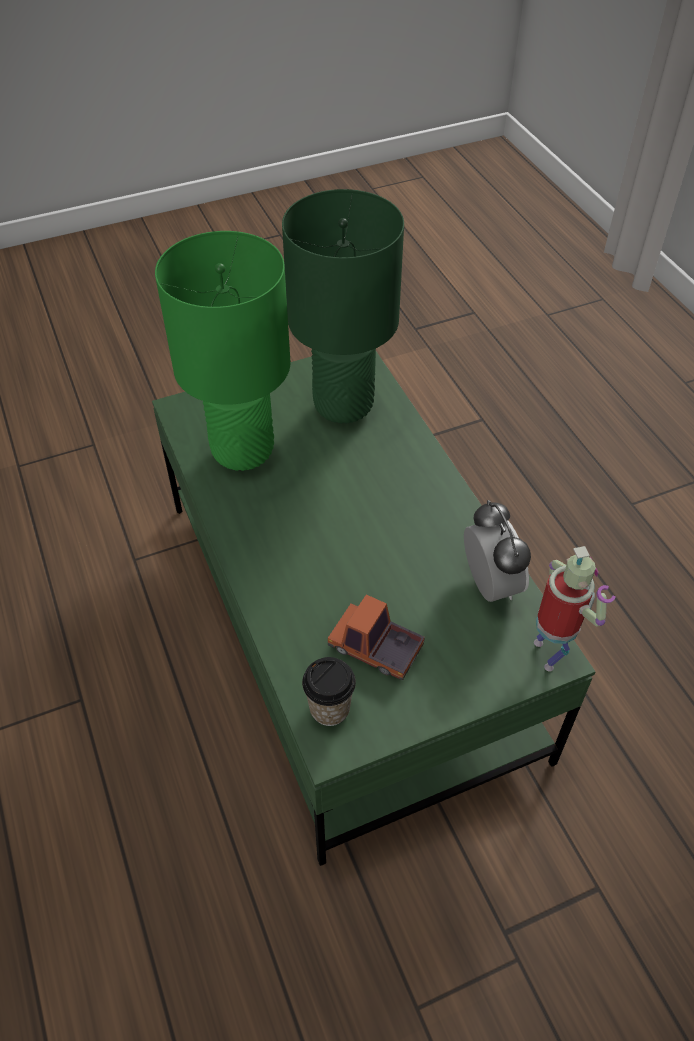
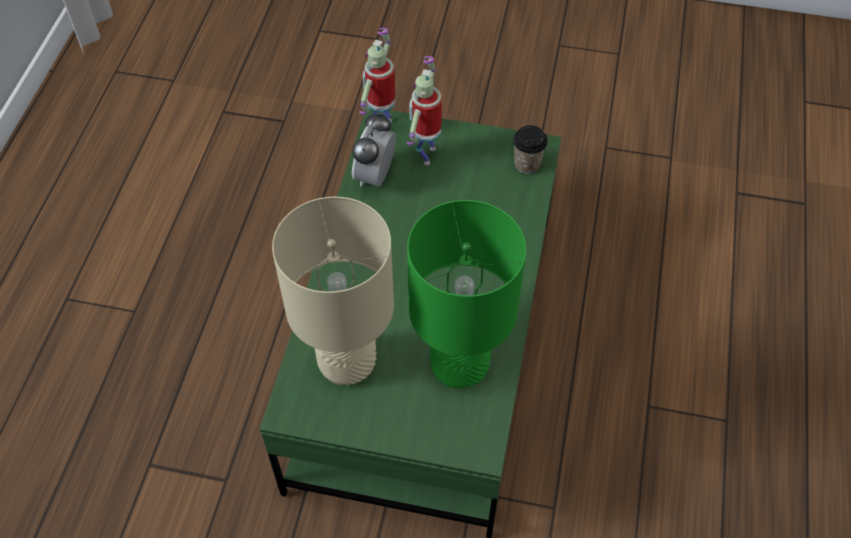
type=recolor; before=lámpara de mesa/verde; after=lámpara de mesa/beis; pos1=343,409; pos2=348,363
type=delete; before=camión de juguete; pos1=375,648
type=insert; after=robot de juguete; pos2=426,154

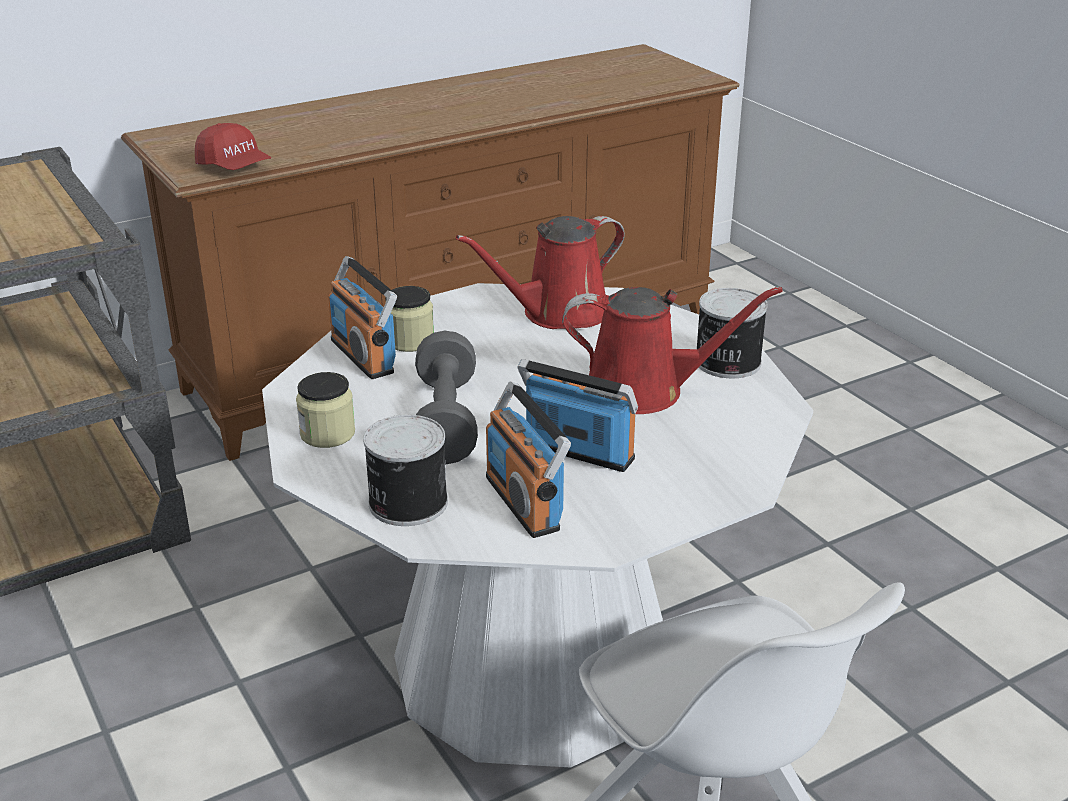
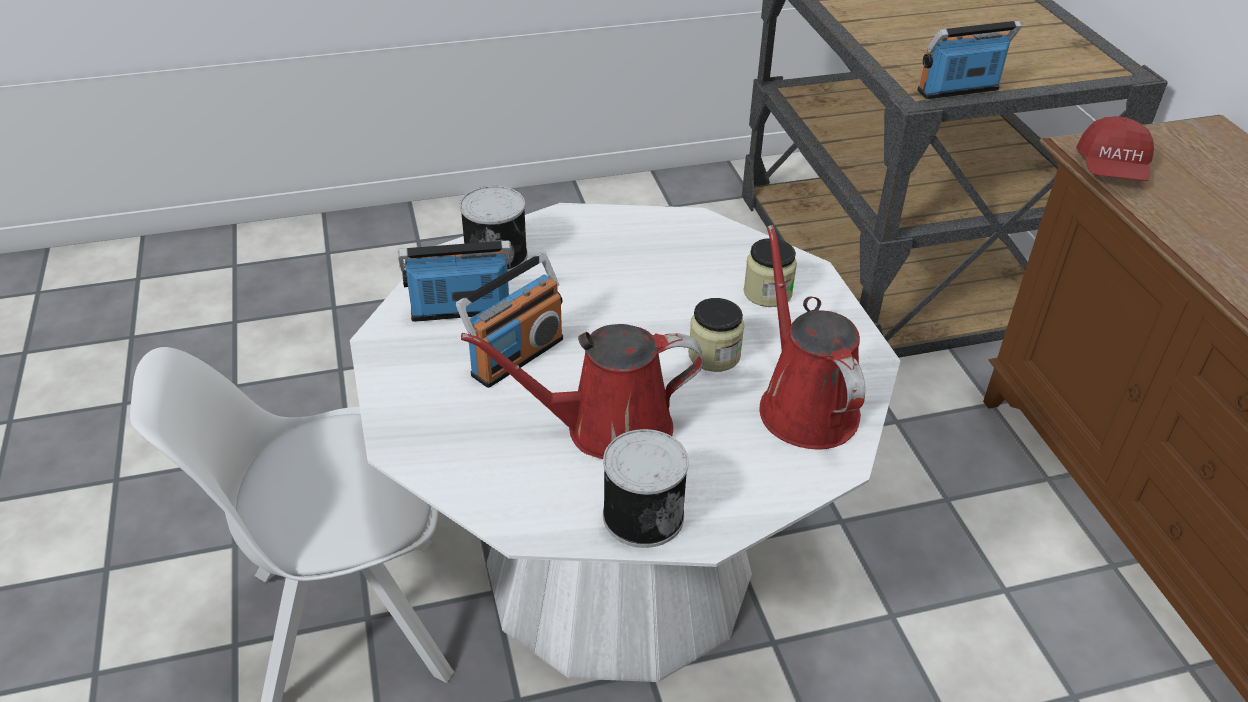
type=rotate; before=gorra/rojo; pos1=234,167; pos2=1111,170; turn=-45
type=move; before=radio; pos1=363,356; pos2=958,91
type=rotate; before=regadera/rojo; pos1=644,390; pos2=607,428; turn=60
type=delete; before=mancuerna/gris; pos1=446,421
type=move; before=tarro; pos1=327,434; pos2=714,355

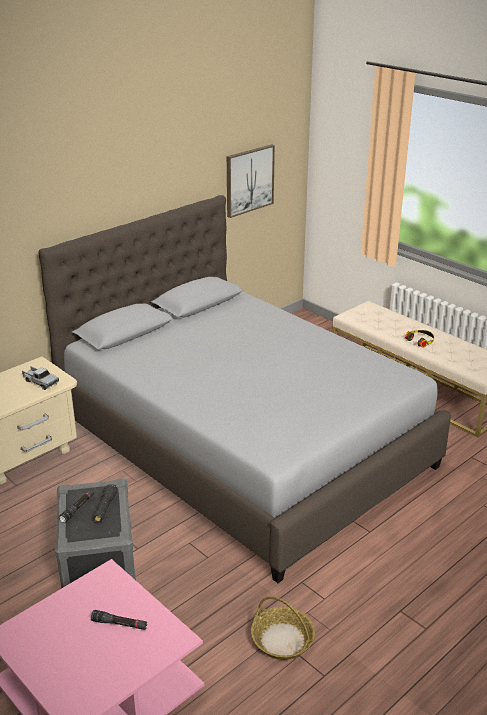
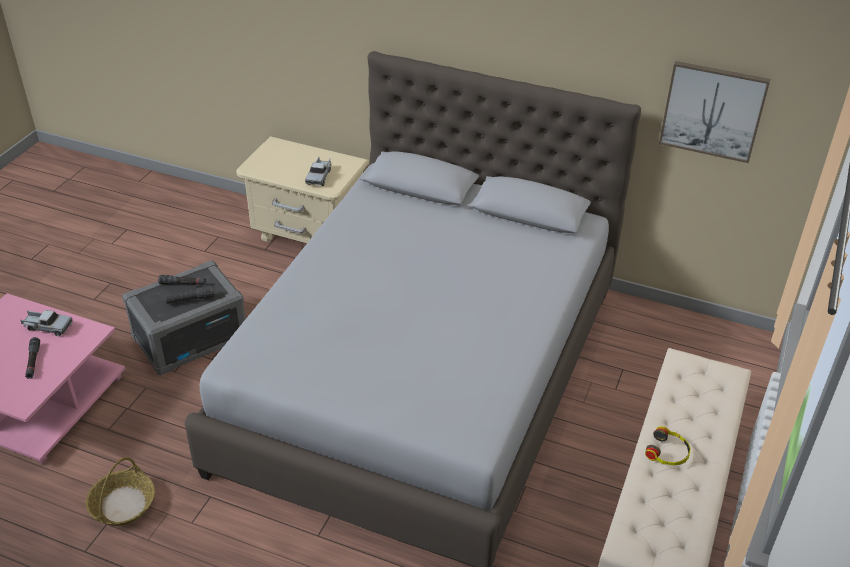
type=insert; after=camión de juguete; pos2=48,327

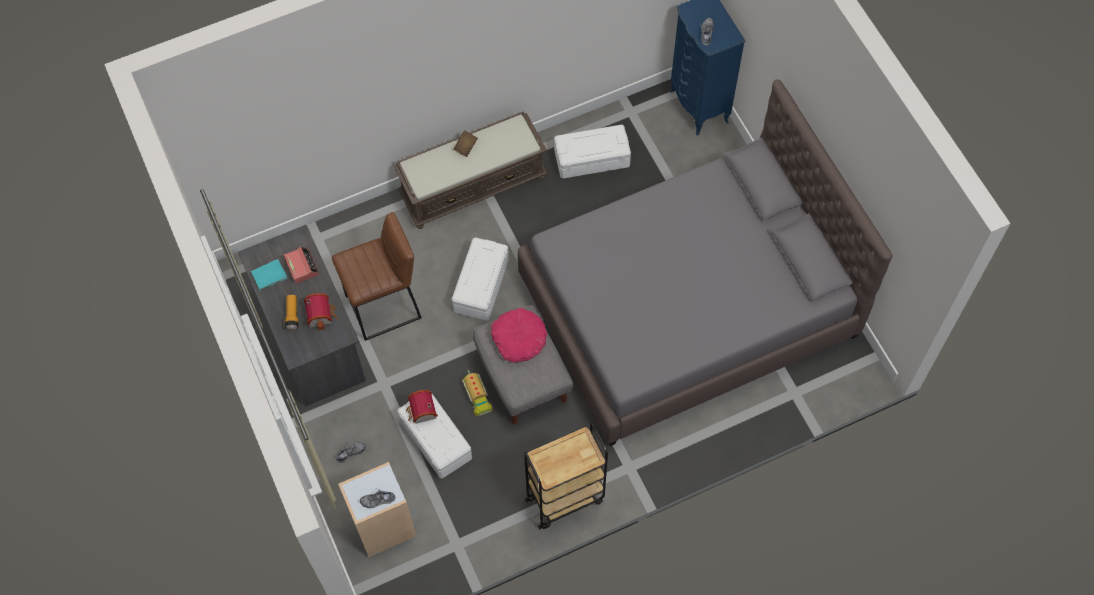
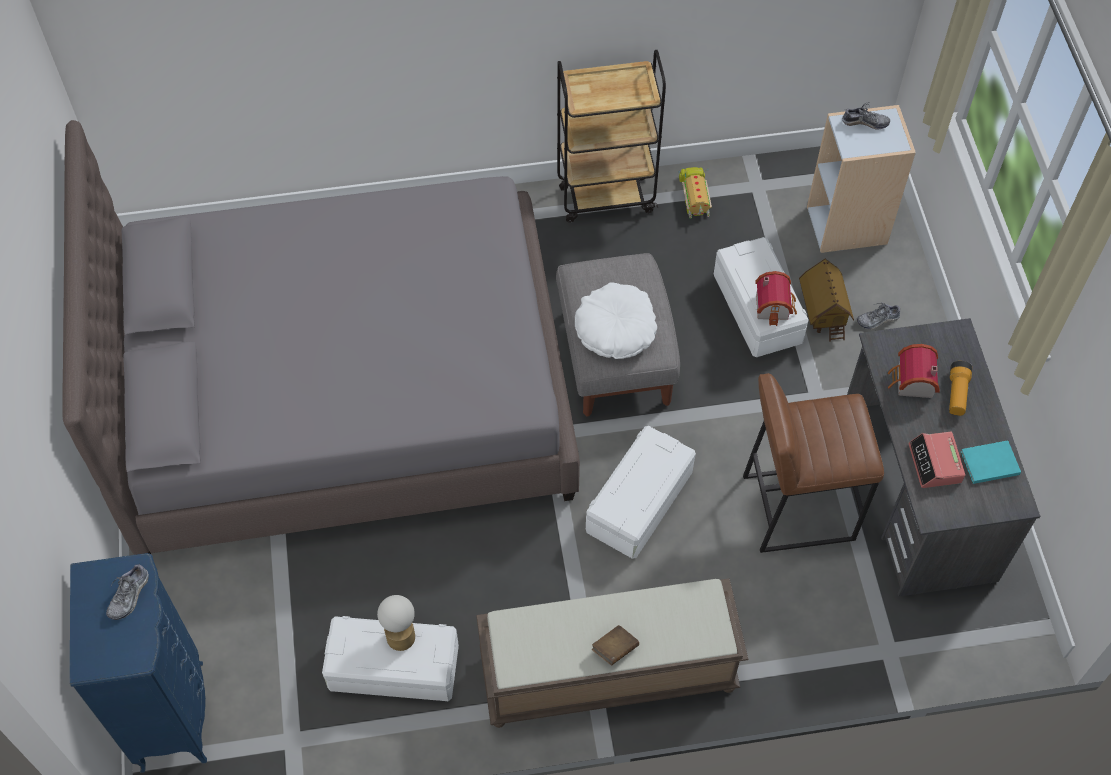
type=recolor; before=cojín/rosa; after=cojín/blanco; pos1=520,339; pos2=614,329
type=move; before=camión de juguete; pos1=476,396; pos2=695,196
type=insert; after=casita; pos2=823,313
type=insert; after=lámpara de mesa; pos2=400,633

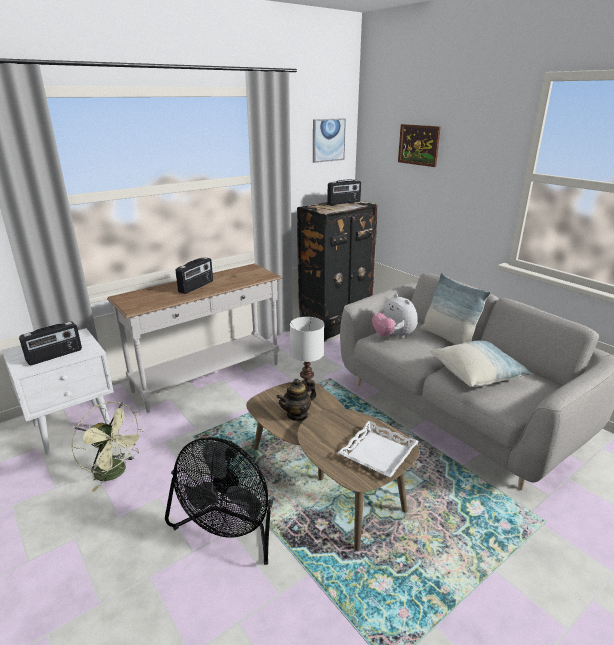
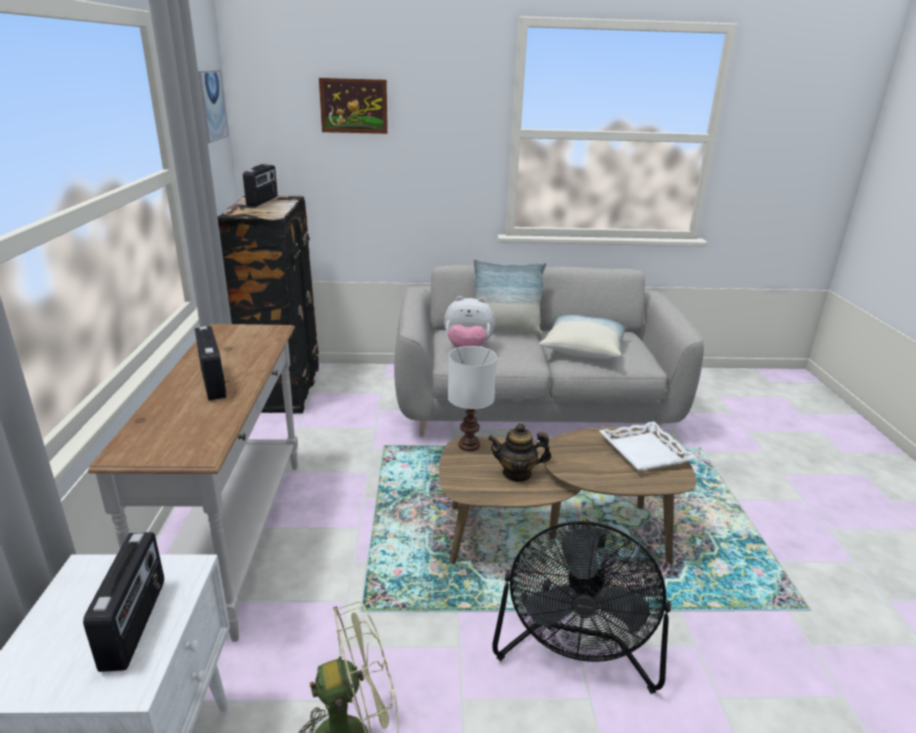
type=rotate; before=tetera; pos1=297,414; pos2=517,473; turn=90
type=rotate; before=ventilador/negro; pos1=227,527; pos2=570,648; turn=45

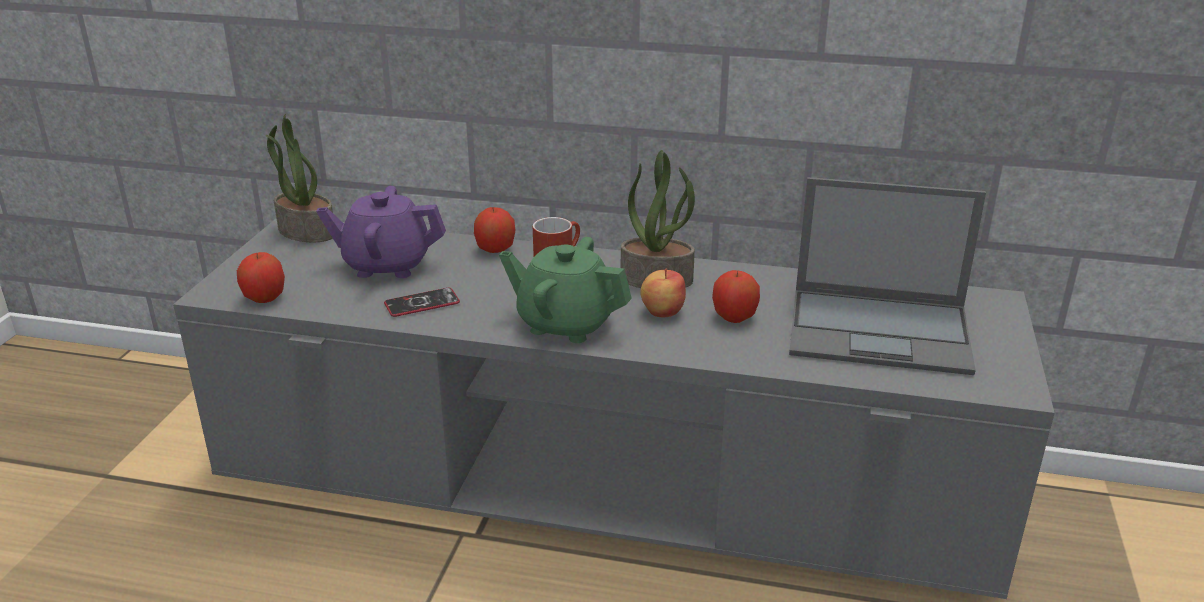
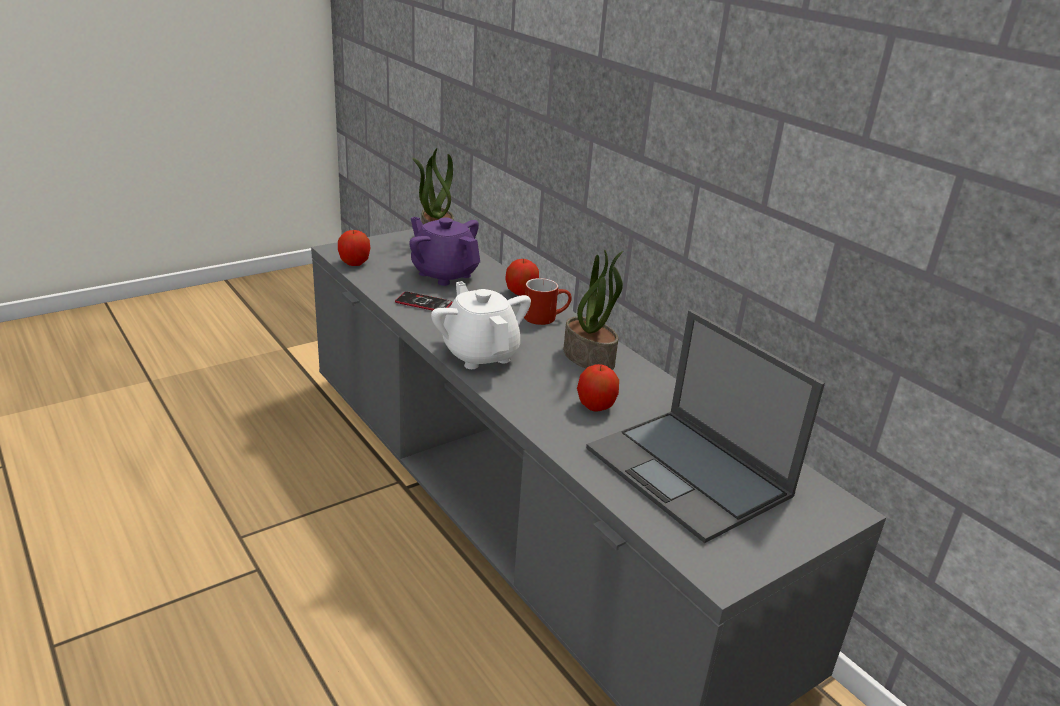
type=recolor; before=tetera/verde; after=tetera/blanco; pos1=565,324; pos2=480,354
type=delete; before=manzana; pos1=662,311

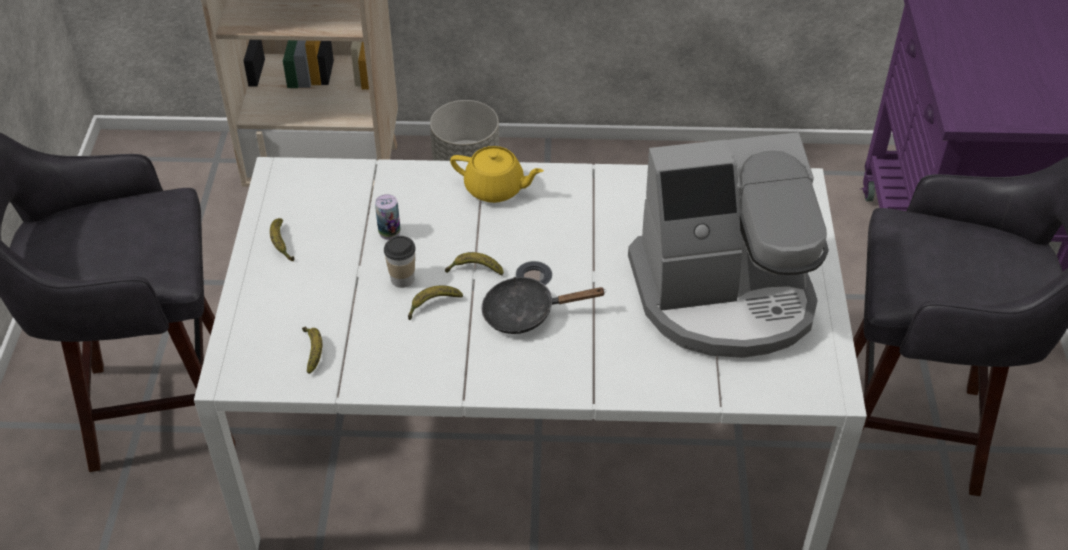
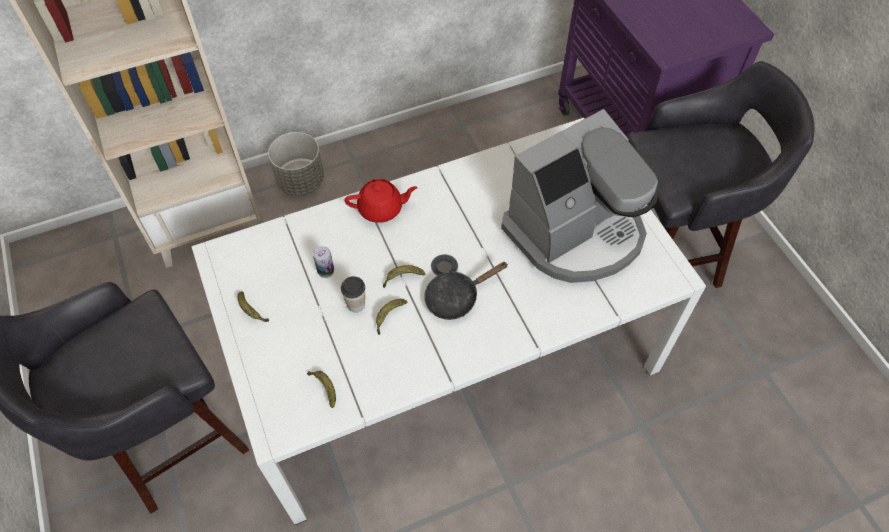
type=recolor; before=tetera/amarillo; after=tetera/rojo; pos1=495,189; pos2=381,209

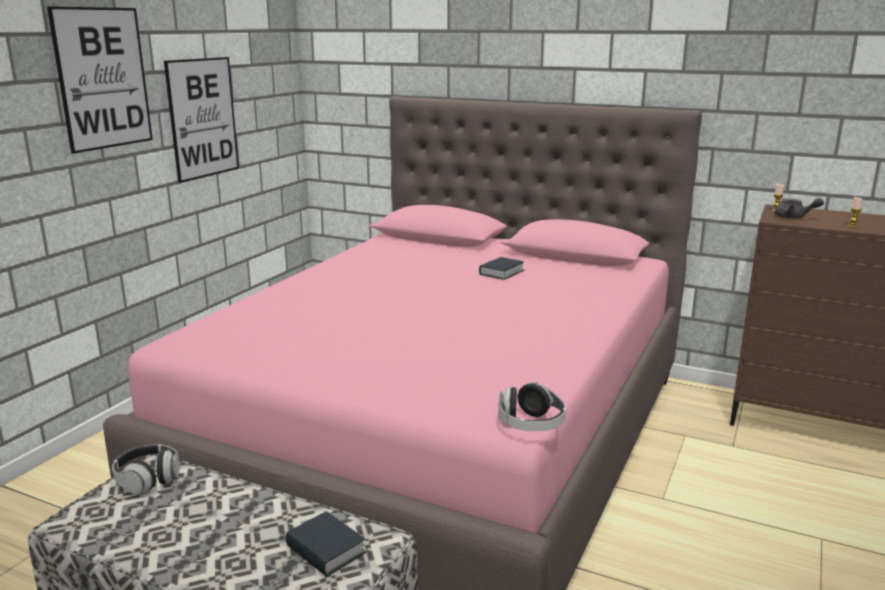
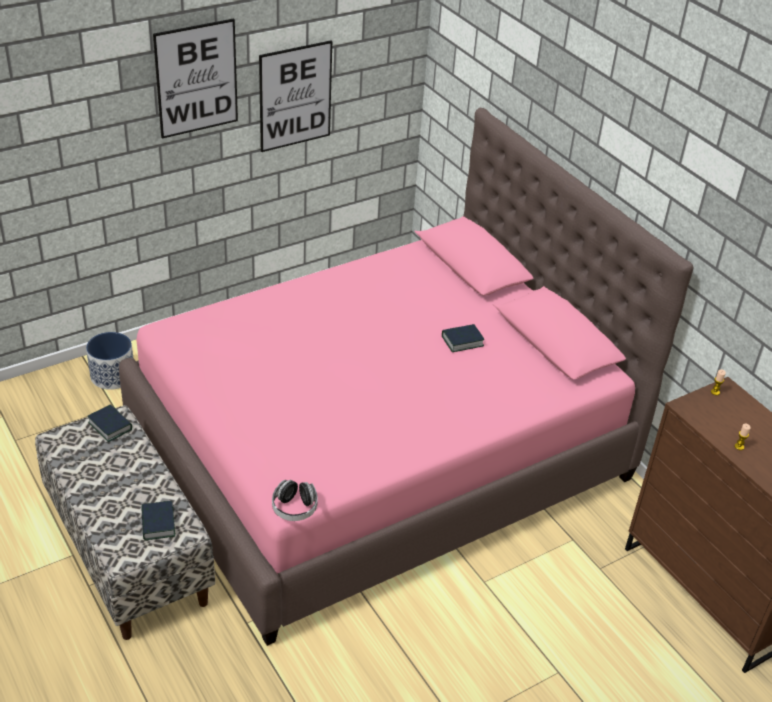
type=delete; before=tetera/gris; pos1=794,217
type=replace; before=auriculares; after=libro; pos1=148,479; pos2=110,426
type=insert; after=maceta; pos2=113,376

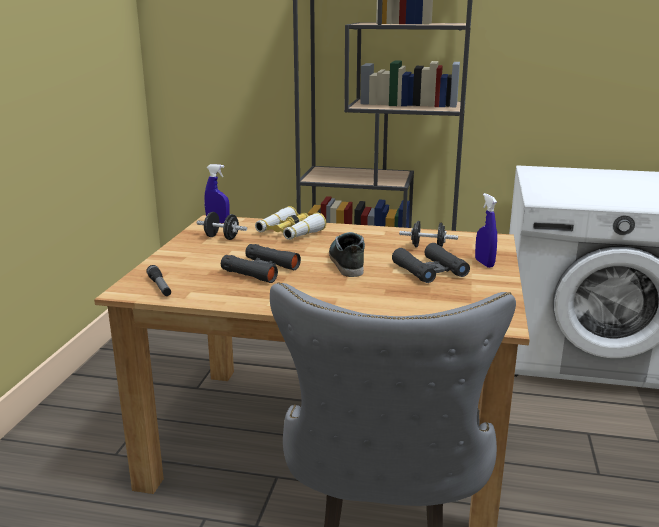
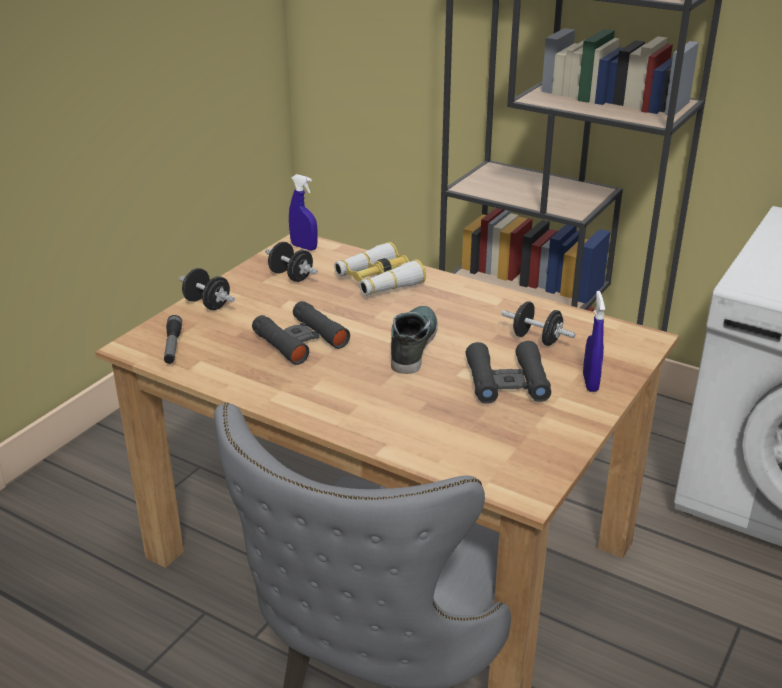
type=insert; after=mancuerna/negro; pos2=207,304

